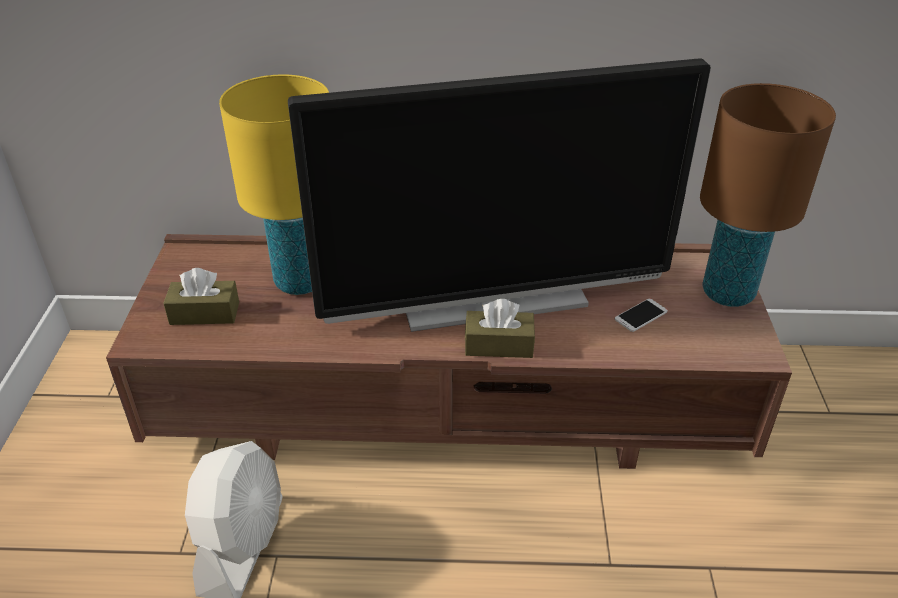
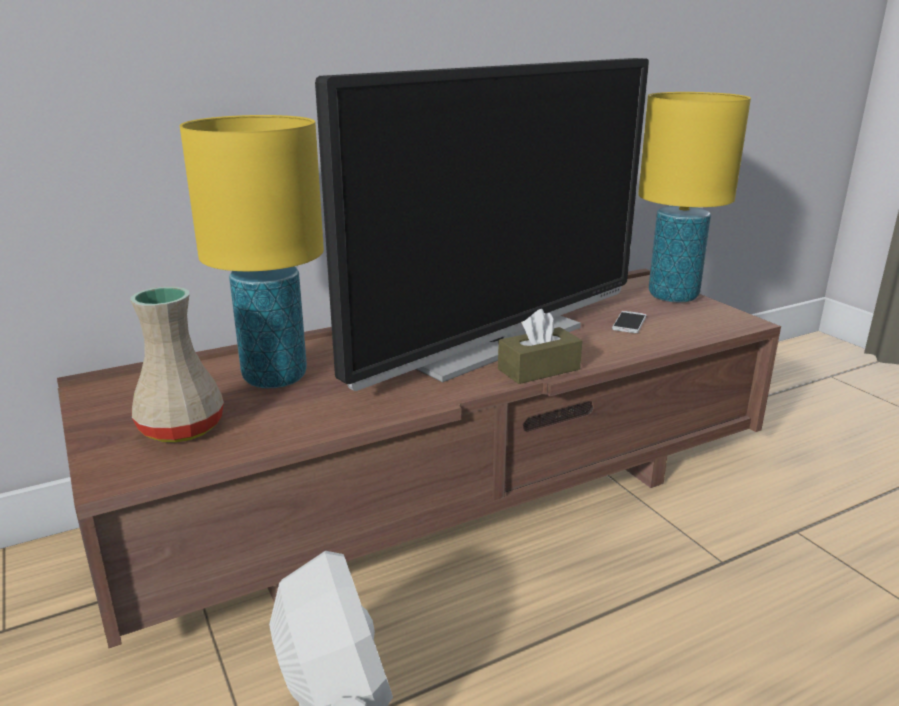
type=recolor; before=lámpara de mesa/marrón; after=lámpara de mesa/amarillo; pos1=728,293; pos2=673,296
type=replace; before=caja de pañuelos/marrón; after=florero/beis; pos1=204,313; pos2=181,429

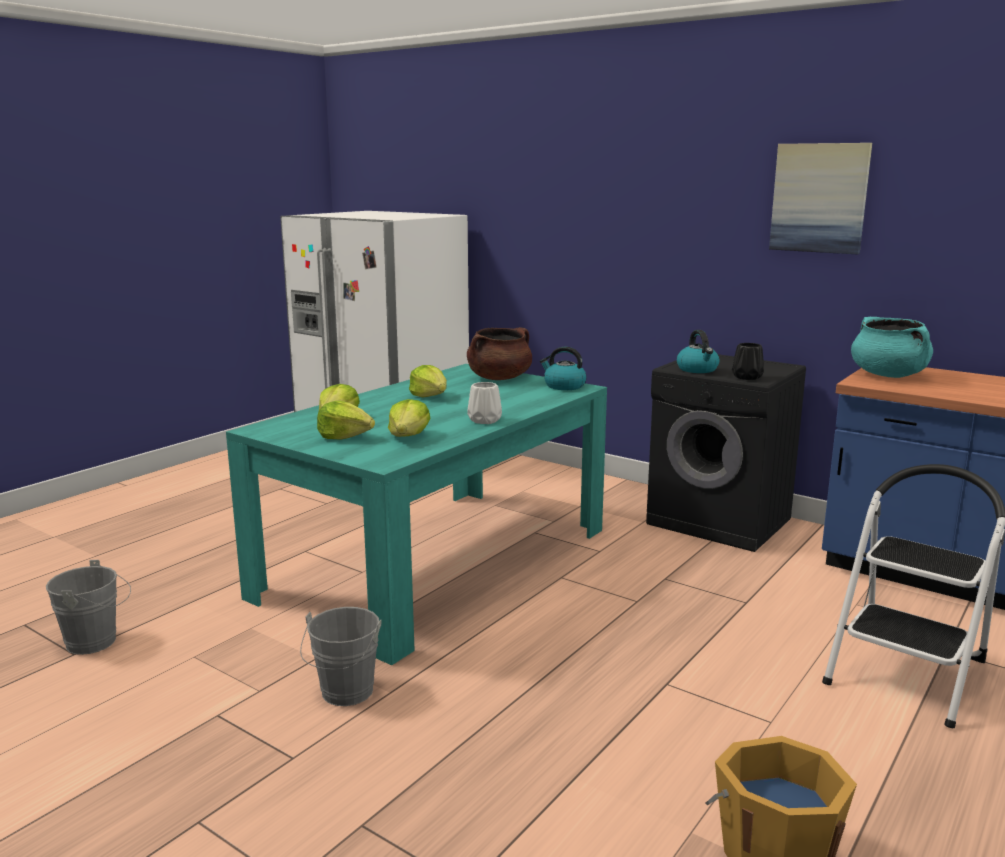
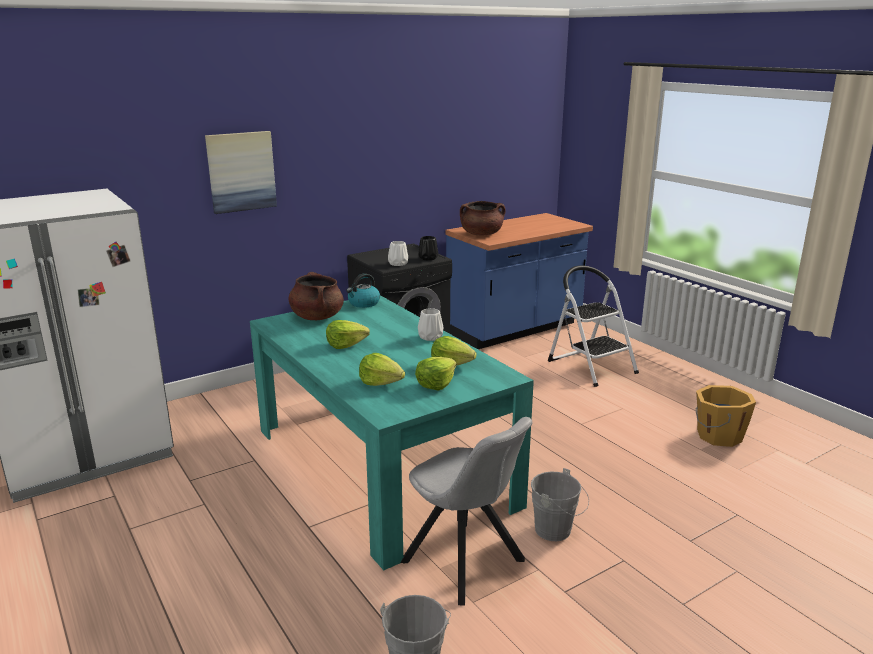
type=move; before=cuadro; pos1=819,198; pos2=241,171
type=recolor; before=olla/turquesa; after=olla/marrón; pos1=888,375; pos2=481,234
type=replace; before=hervidor; after=florero/blanco; pos1=697,369; pos2=397,263
type=insert; after=silla/gris; pos2=465,562

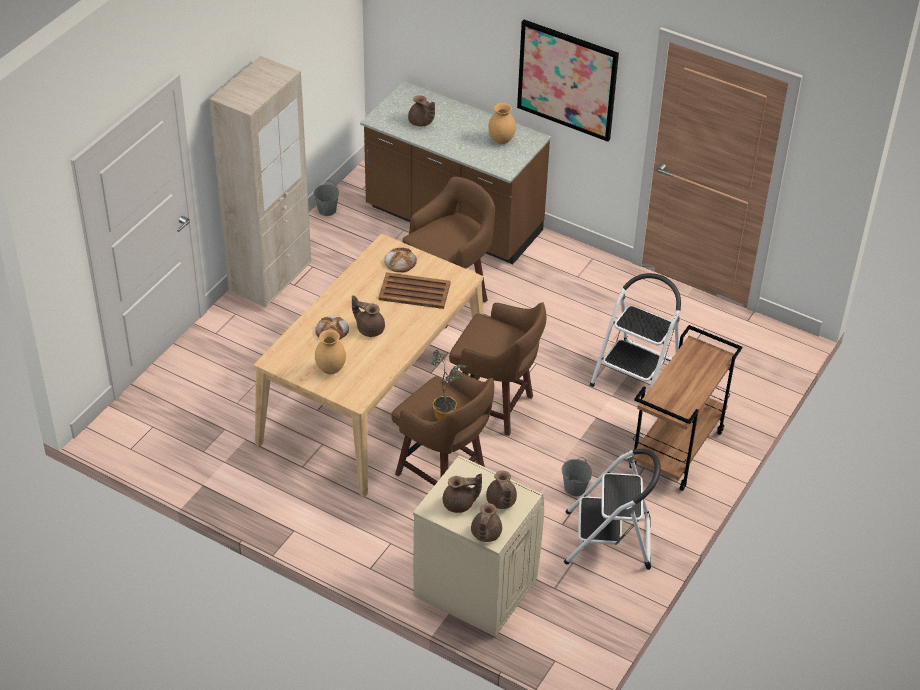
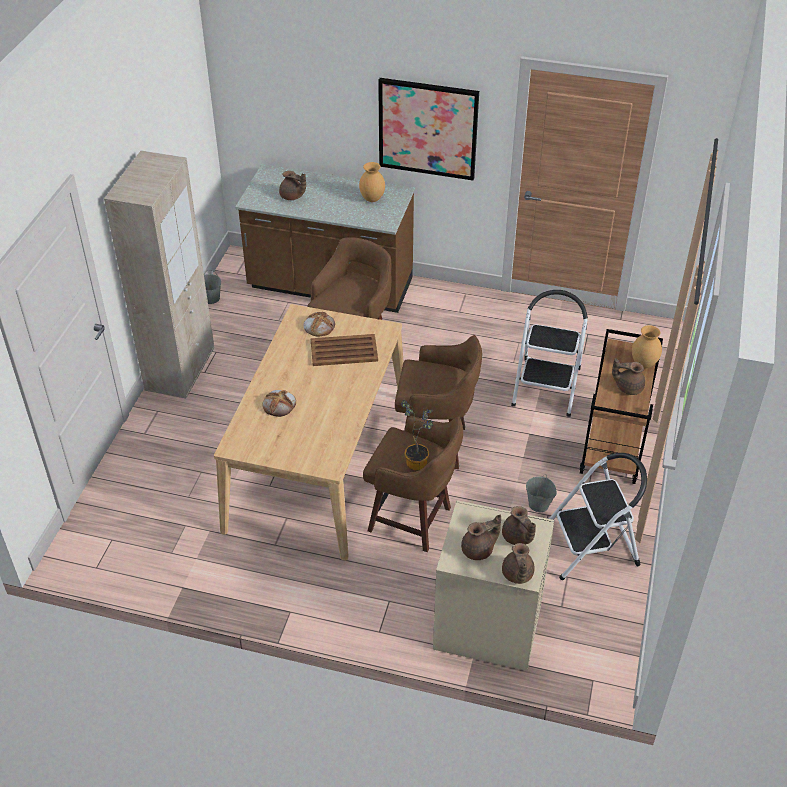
type=move; before=tetera/marrón; pos1=369,328; pos2=628,387
type=move; before=florero/marrón; pos1=330,370; pos2=644,364

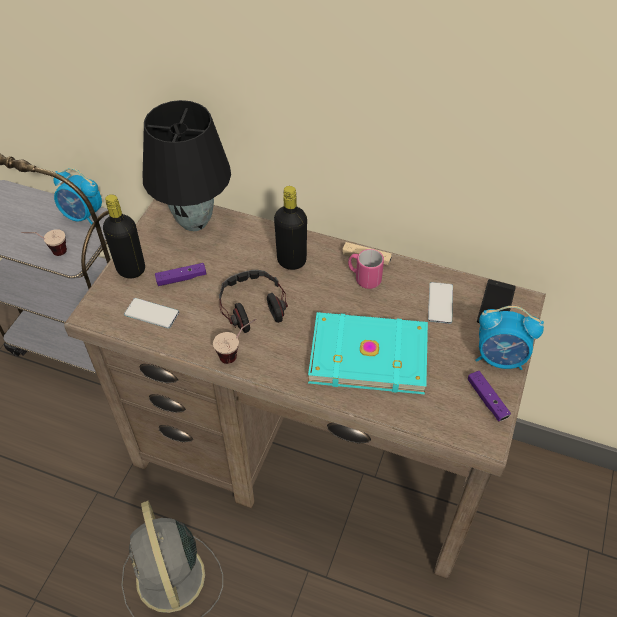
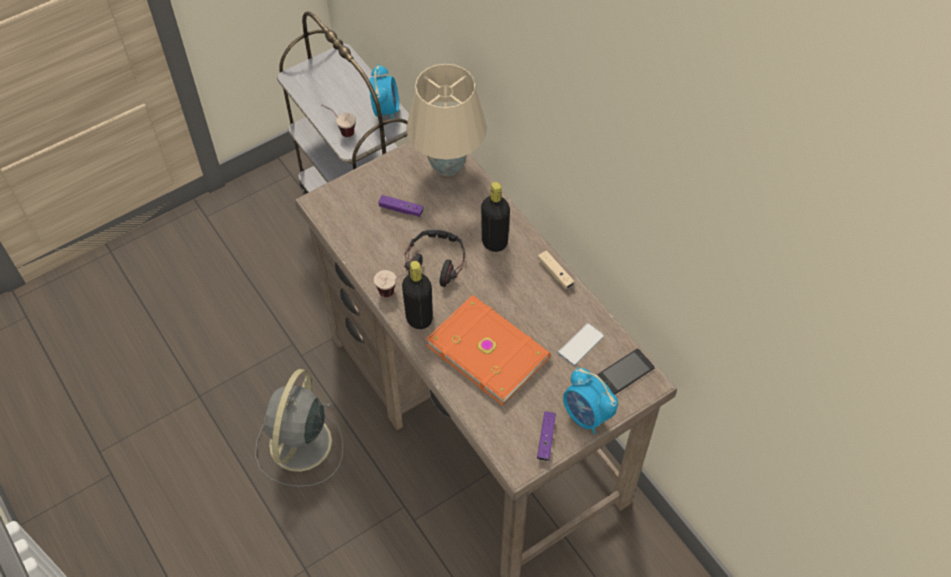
type=recolor; before=lámpara de mesa/negro; after=lámpara de mesa/beis; pos1=195,222; pos2=448,167
type=rotate; before=despertador; pos1=83,216; pos2=385,110; turn=-150
type=move; before=botella/negro; pos1=131,269; pos2=419,318
type=delete; before=taza grande/rosa; pos1=364,278
type=delete; before=móvil; pos1=151,313
type=recolor; before=libro/turquesa; after=libro/naranja; pos1=367,353; pos2=488,350

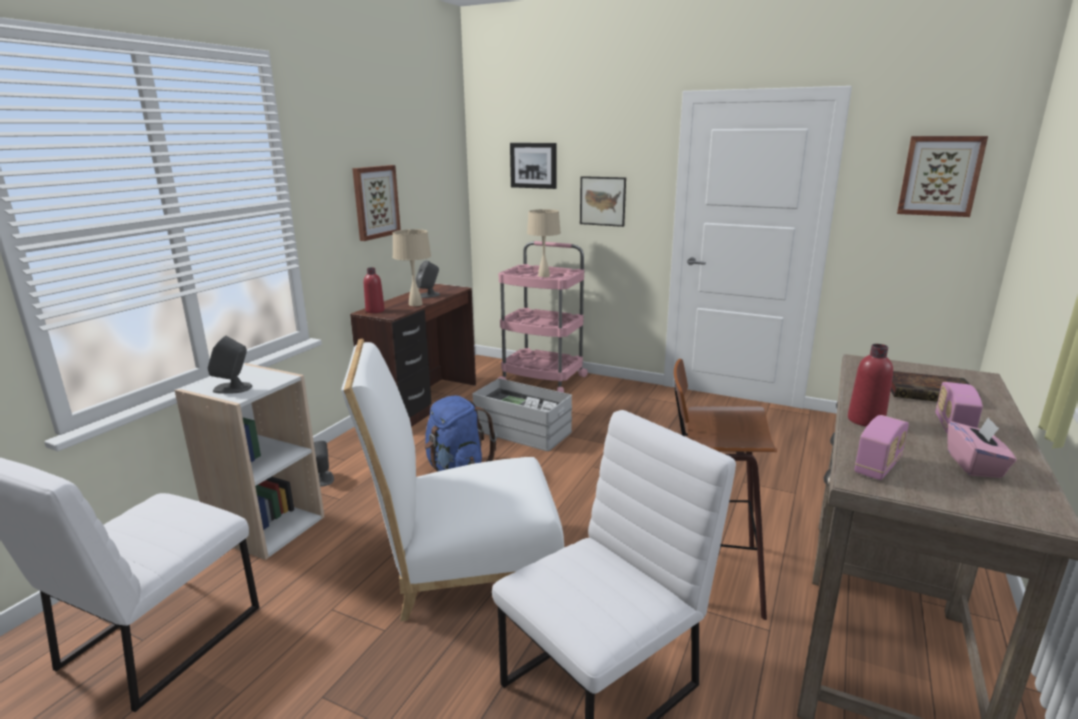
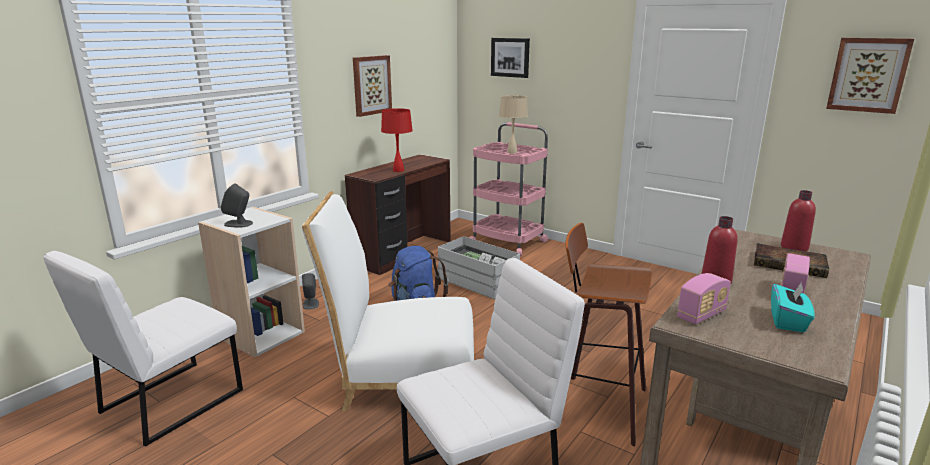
type=delete; before=cuadro; pos1=602,201
type=recolor; before=lámpara de mesa/beis; after=lámpara de mesa/rojo; pos1=415,304; pos2=398,170
type=delete; before=altavoz/gris; pos1=429,295
type=move; before=botella/rojo; pos1=375,311; pos2=794,247
type=recolor; before=caja de pañuelos/rosa; after=caja de pañuelos/turquesa; pos1=975,465; pos2=788,321

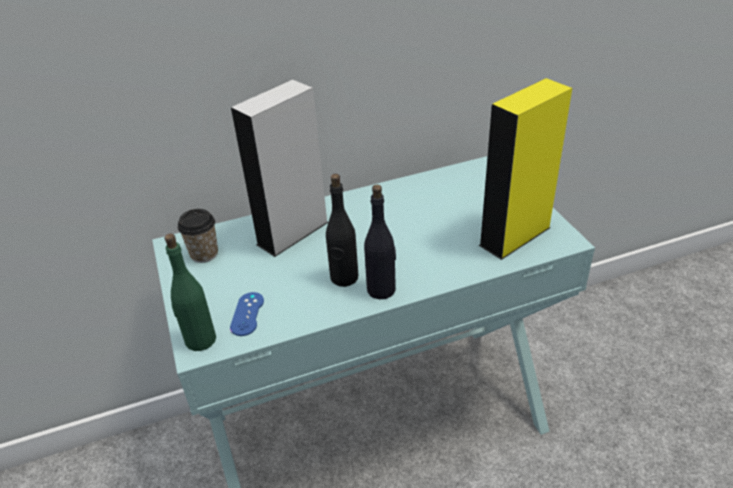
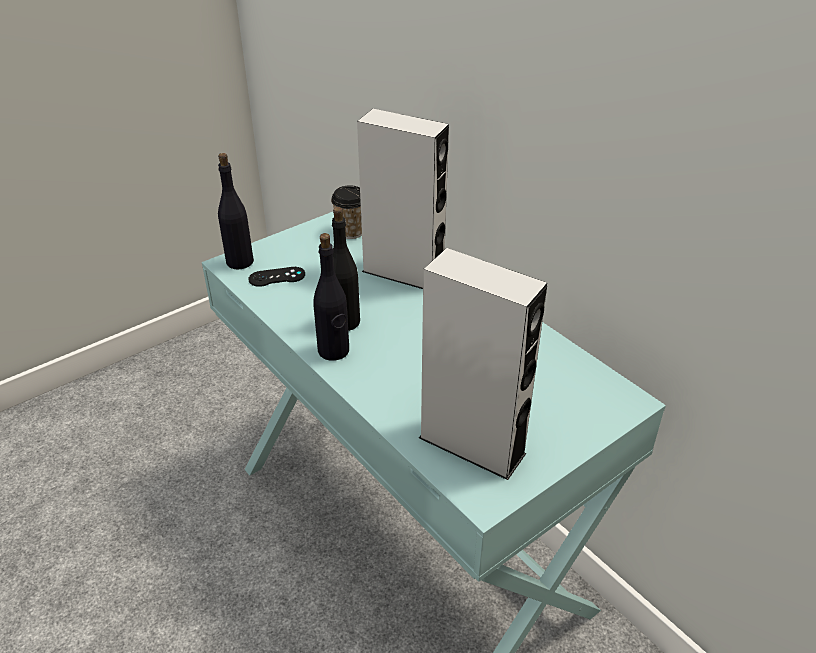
type=recolor; before=altavoz/amarillo; after=altavoz/gris; pos1=515,236; pos2=472,445
type=recolor; before=botella/verde; after=botella/negro; pos1=200,340; pos2=239,261
type=recolor; before=mando de consola/azul; after=mando de consola/negro; pos1=247,314; pos2=277,277

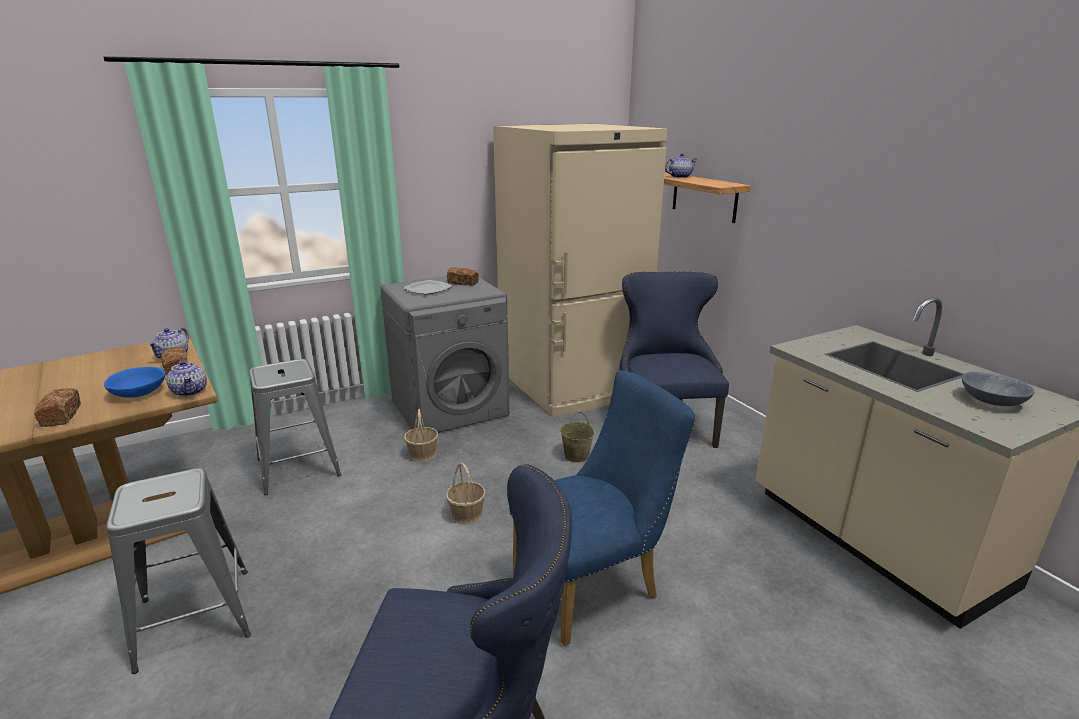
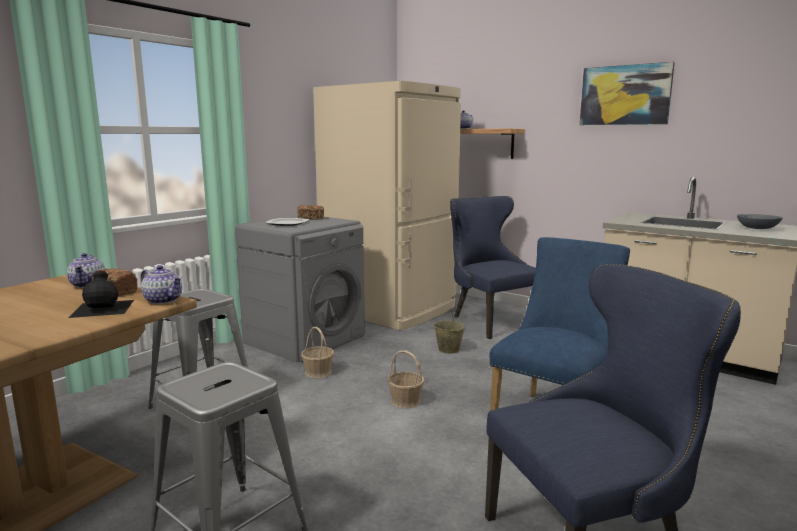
type=replace; before=cuenco/azul; after=botella/negro; pos1=140,392; pos2=104,308
type=delete; before=pan; pos1=61,416
type=insert; after=cuadro; pos2=625,95

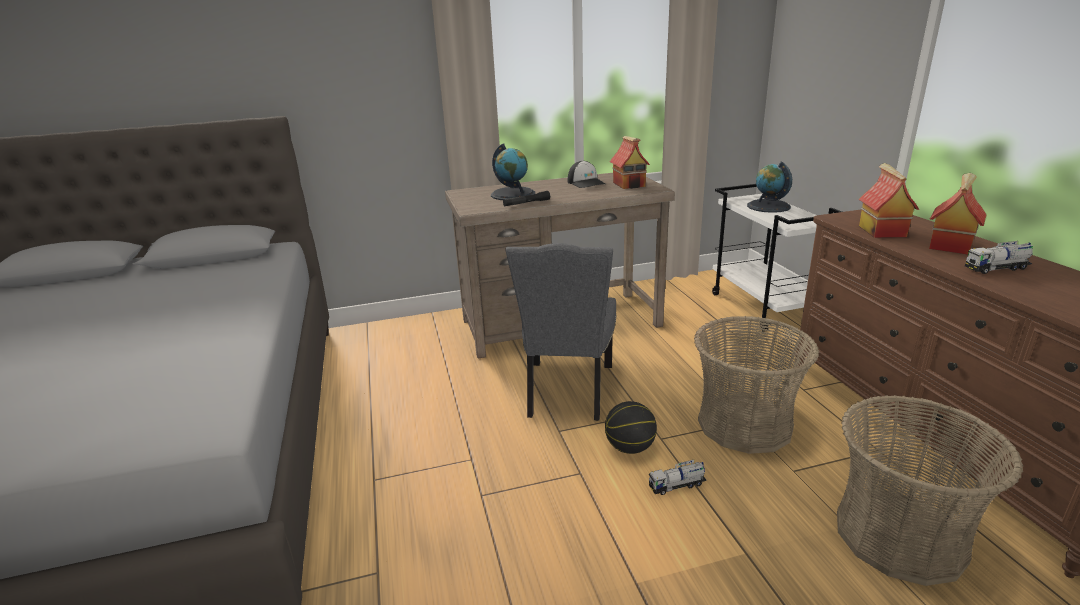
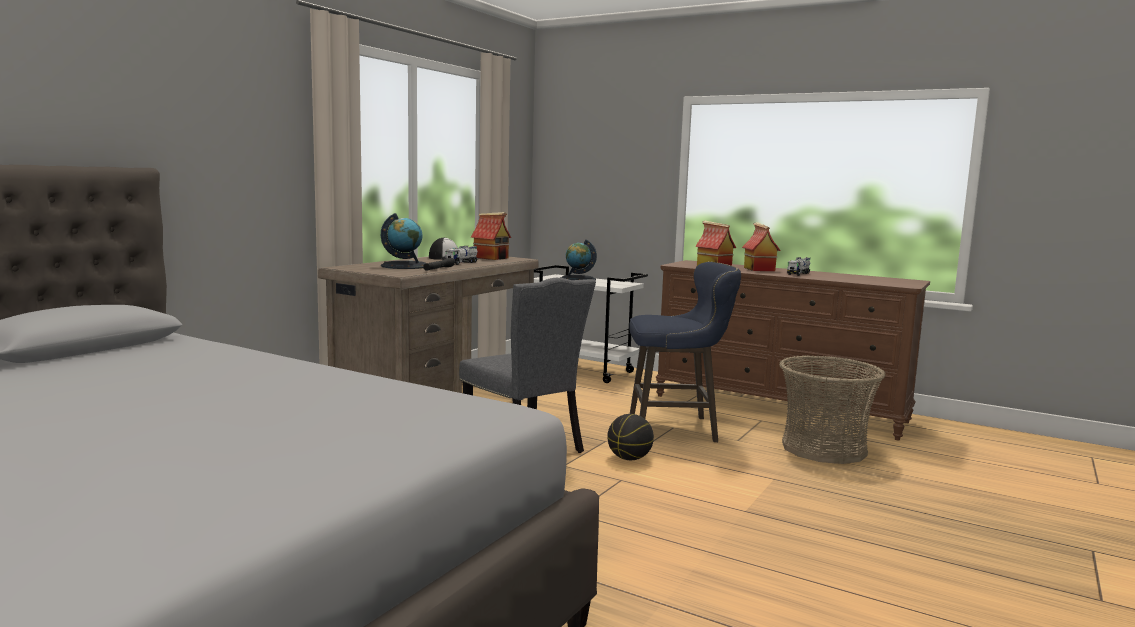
type=replace; before=cesta; after=taburete/azul; pos1=745,424; pos2=677,428
type=move; before=camión de juguete; pos1=677,485; pos2=462,263

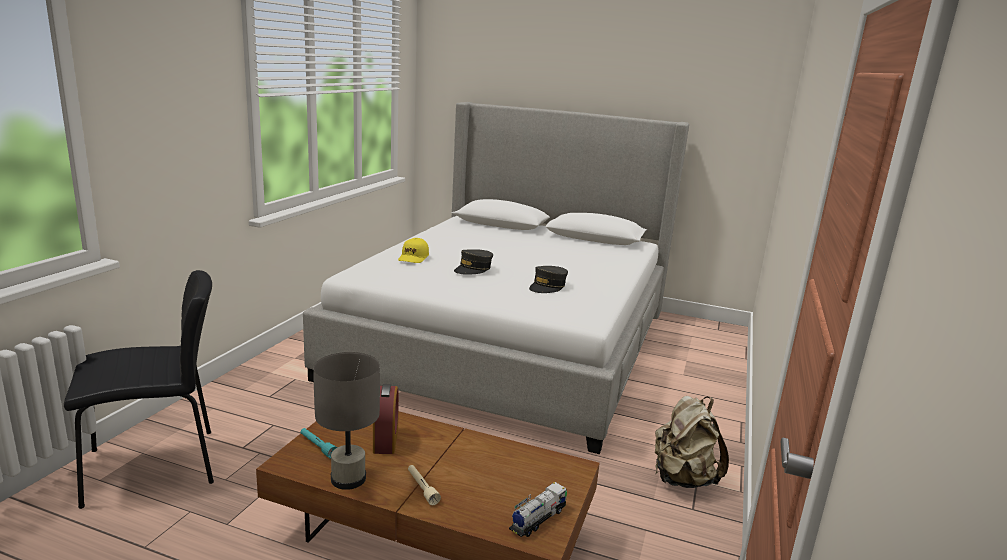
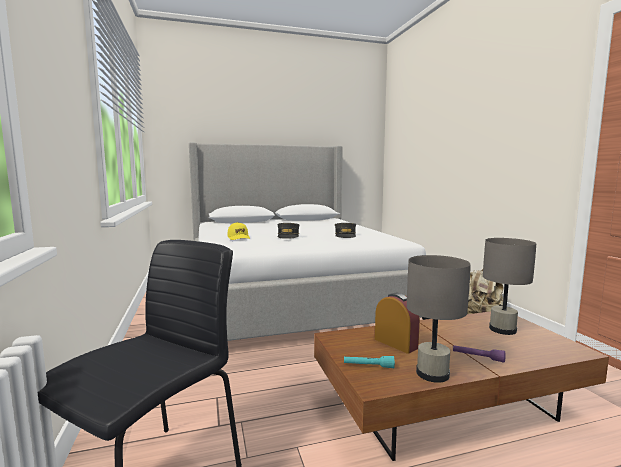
type=recolor; before=linterna/beis; after=linterna/morado; pos1=422,488; pos2=477,357
type=delete; before=camión de juguete; pos1=537,519
type=insert; after=lámpara de mesa/gris; pos2=502,329

